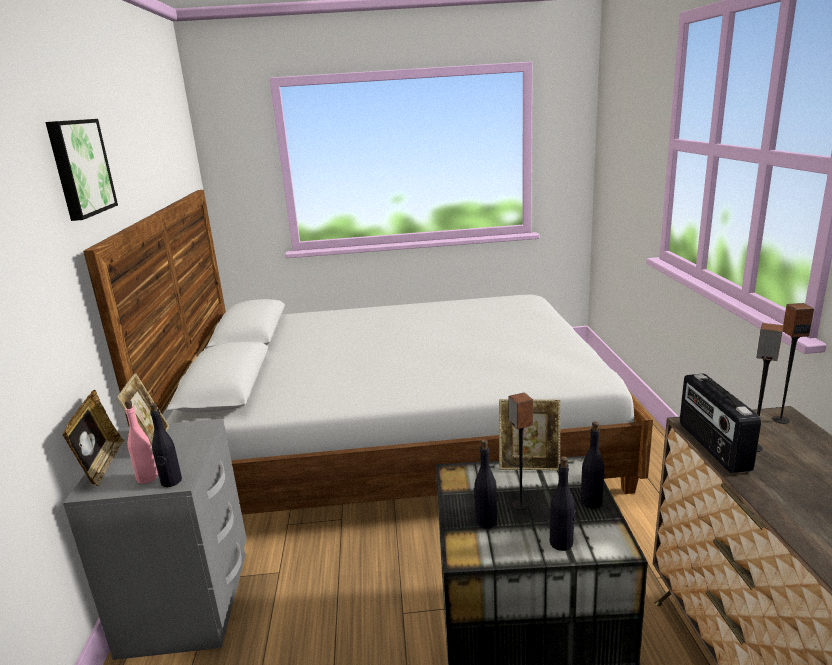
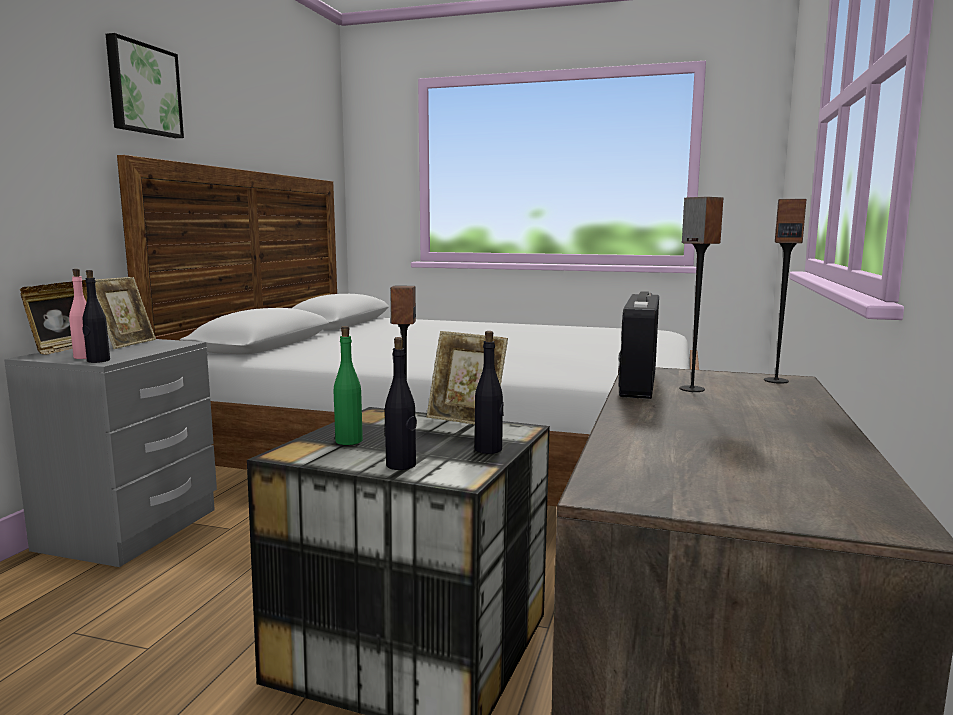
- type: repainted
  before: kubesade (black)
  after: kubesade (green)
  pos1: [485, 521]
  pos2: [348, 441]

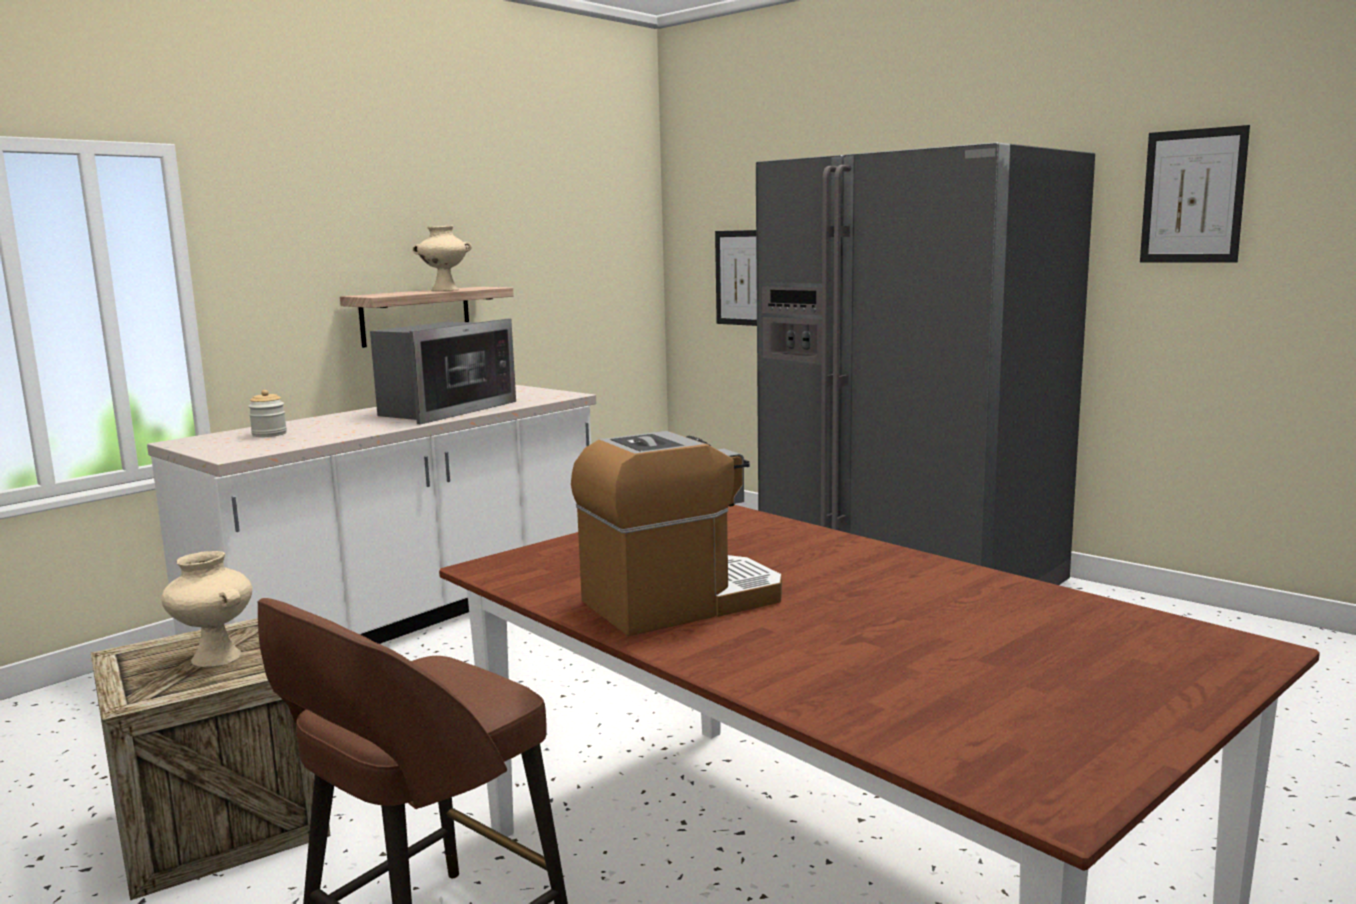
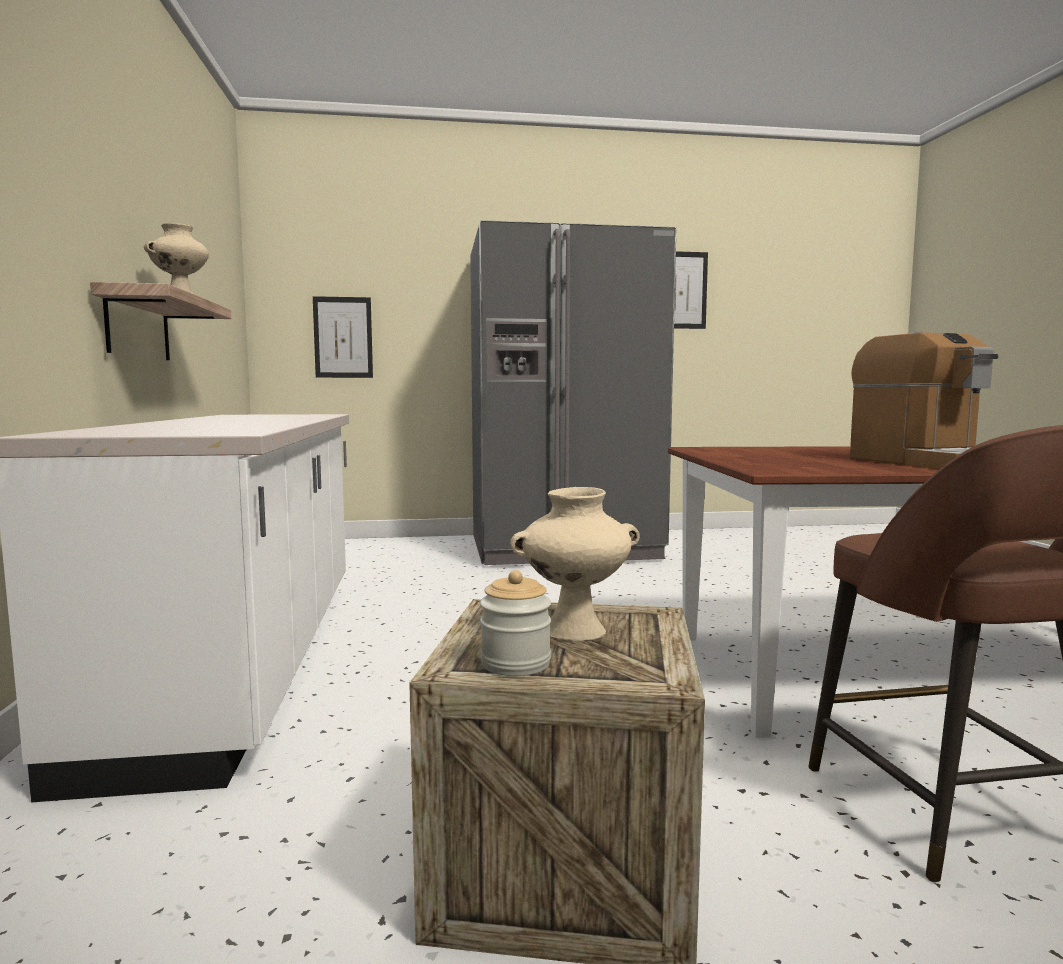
- type: gone
  before: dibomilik
  pos1: [444, 410]
- type: shifted
  before: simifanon
  pos1: [269, 434]
  pos2: [515, 663]
- type: rotated
  before: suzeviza
  pos1: [681, 602]
  pos2: [930, 462]
  turn: 150

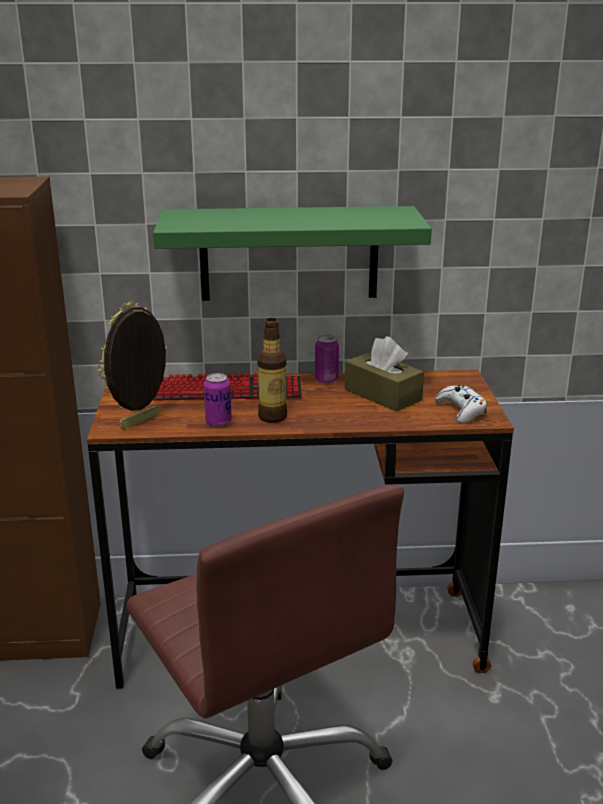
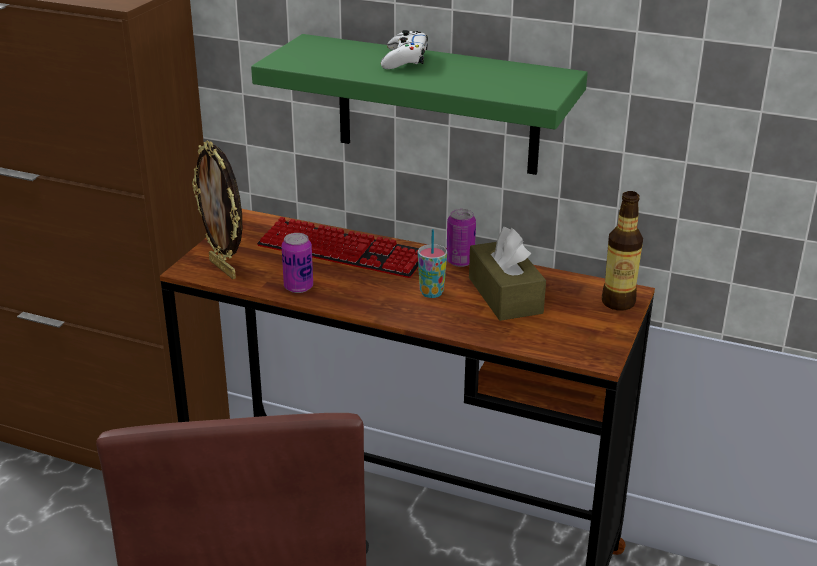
- type: rotated
  before: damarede
  pos1: [141, 422]
  pos2: [224, 268]
  turn: -105
- type: shifted
  before: kubesade
  pos1: [272, 417]
  pos2: [618, 302]
- type: shifted
  before: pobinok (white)
  pos1: [461, 410]
  pos2: [405, 59]
- type: new
  after: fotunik
  pos2: [431, 293]

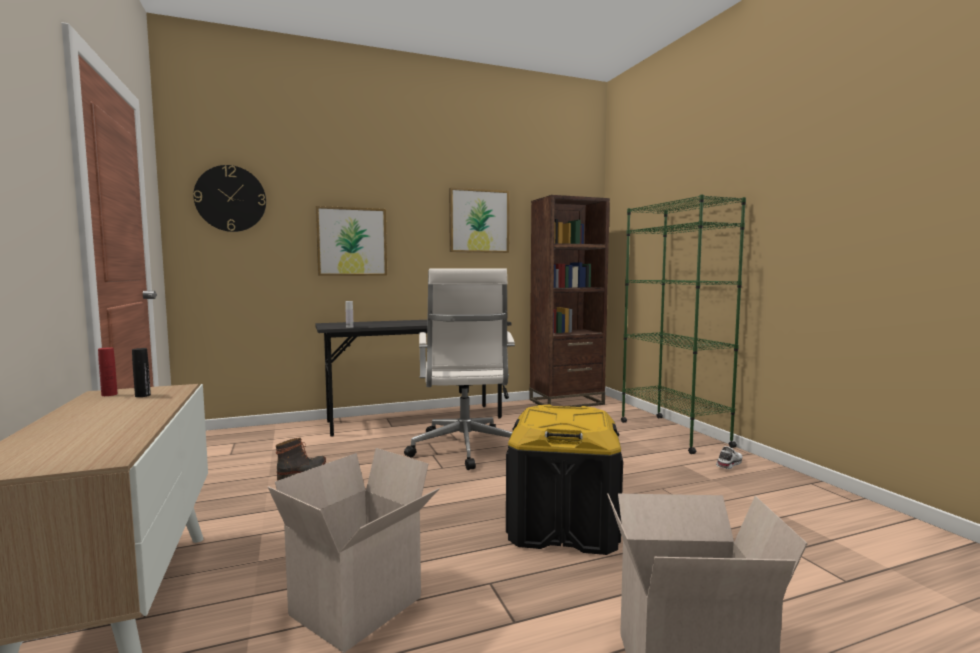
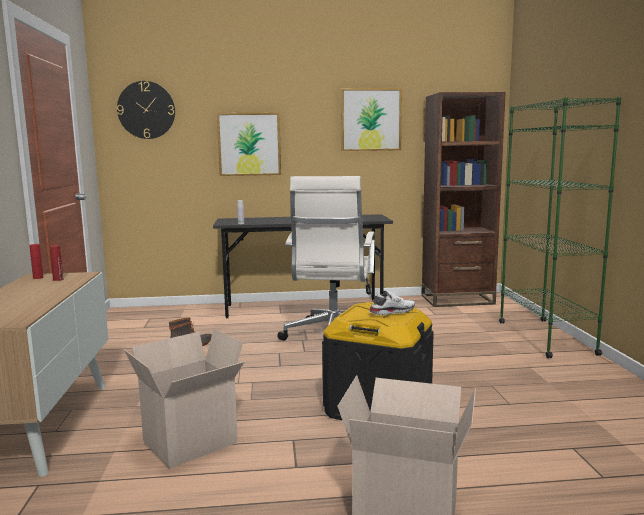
- type: repainted
  before: kubesade (black)
  after: kubesade (red)
  pos1: [142, 395]
  pos2: [58, 279]
- type: shifted
  before: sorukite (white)
  pos1: [728, 464]
  pos2: [391, 312]

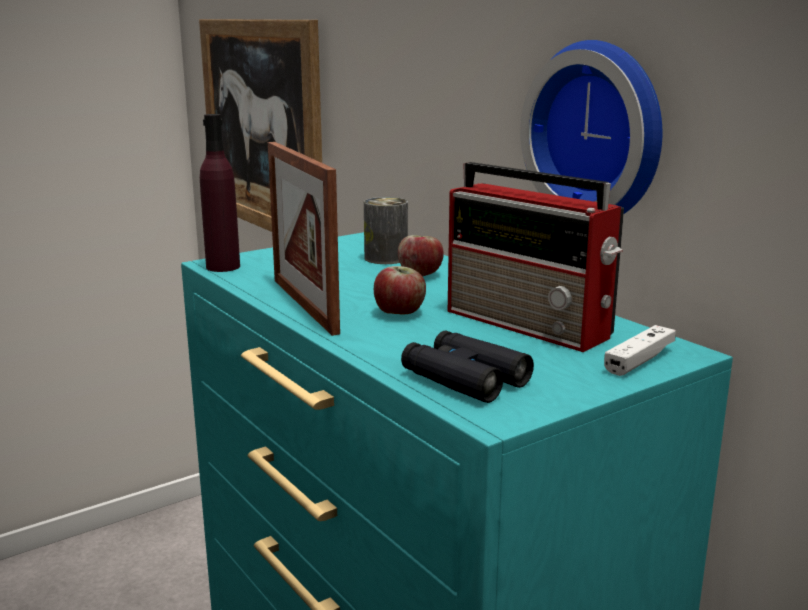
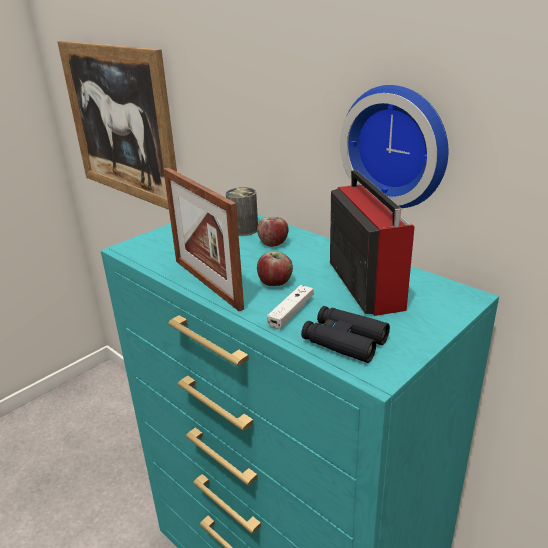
- type: gone
  before: kubesade (purple)
  pos1: [223, 267]
- type: rotated
  before: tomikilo
  pos1: [530, 324]
  pos2: [365, 283]
  turn: -135
- type: shifted
  before: pobinok (white)
  pos1: [639, 360]
  pos2: [291, 312]

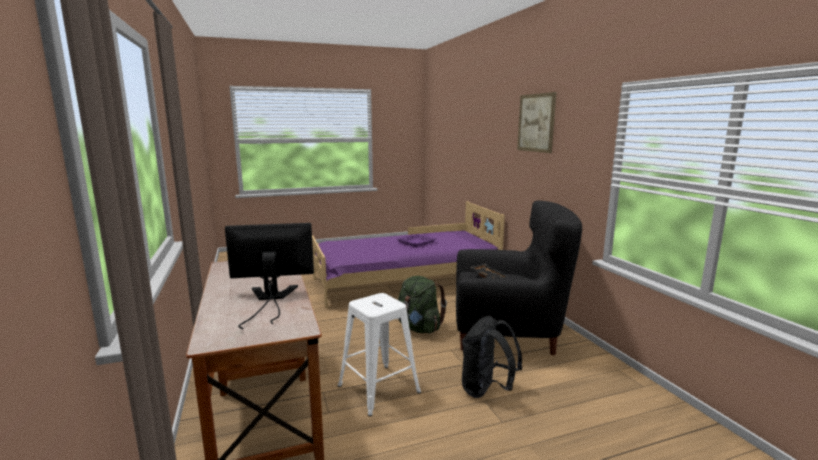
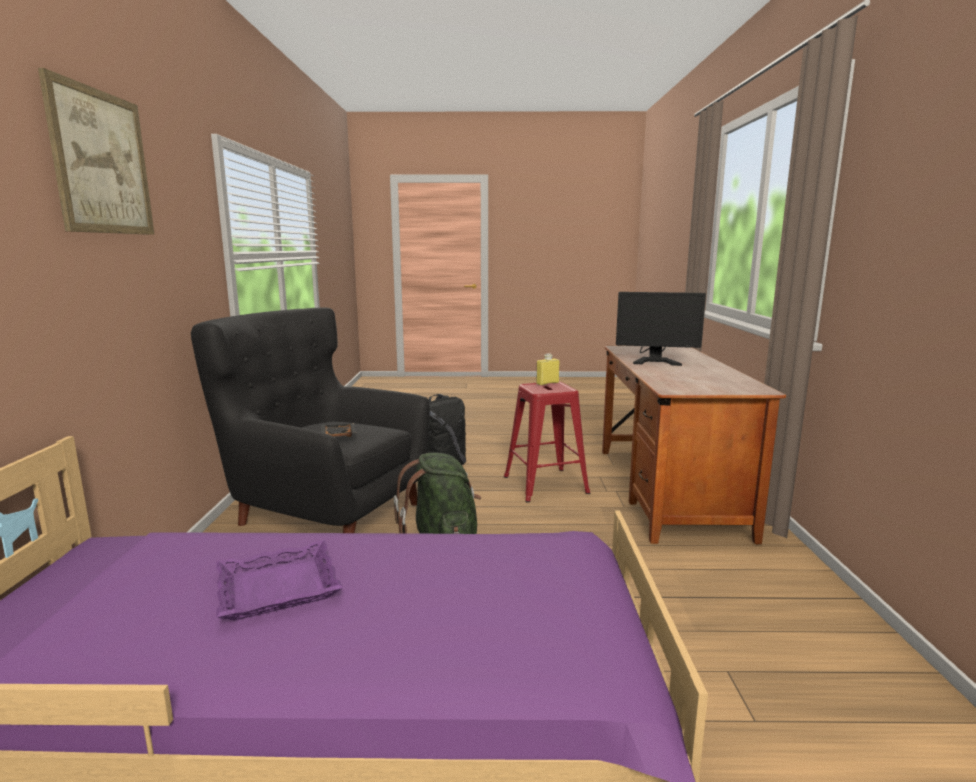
- type: repainted
  before: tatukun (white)
  after: tatukun (red)
  pos1: [380, 389]
  pos2: [544, 484]
- type: new
  after: kubesade (yellow)
  pos2: [547, 383]

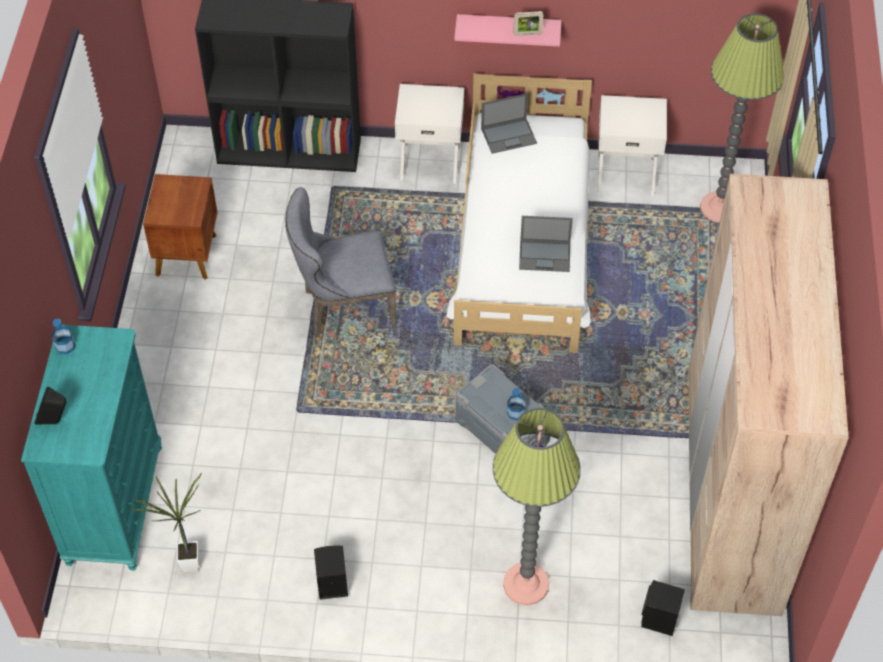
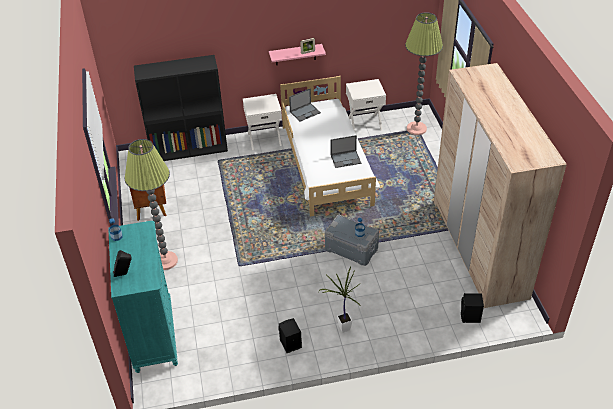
- type: gone
  before: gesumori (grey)
  pos1: [343, 307]
- type: shifted
  before: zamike
  pos1: [526, 584]
  pos2: [165, 261]
- type: shifted
  before: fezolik
  pos1: [187, 563]
  pos2: [341, 328]

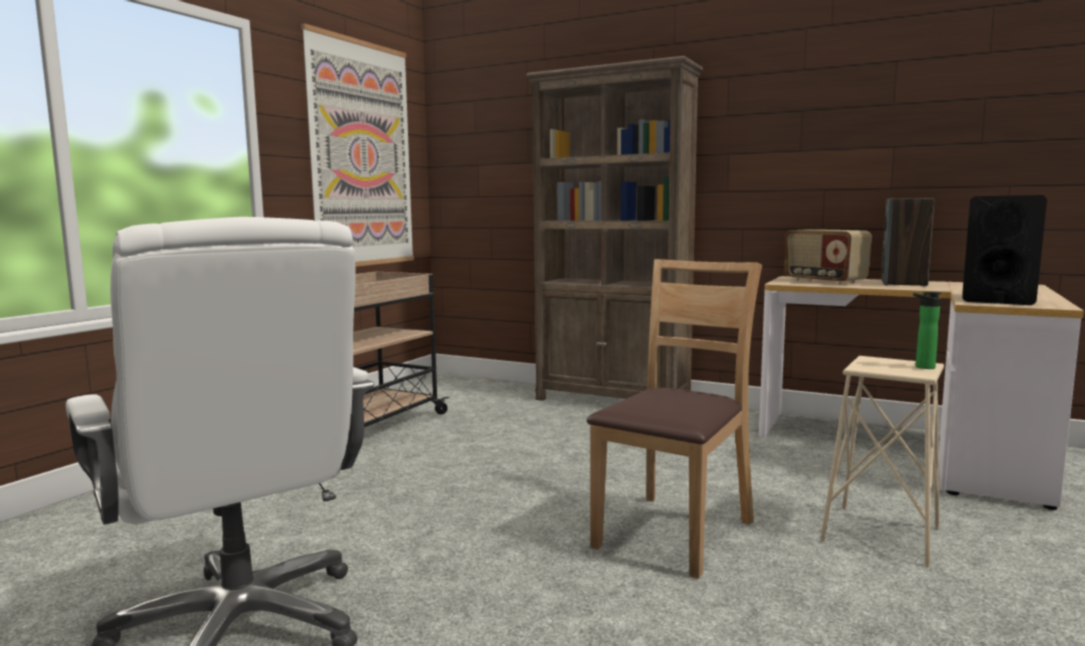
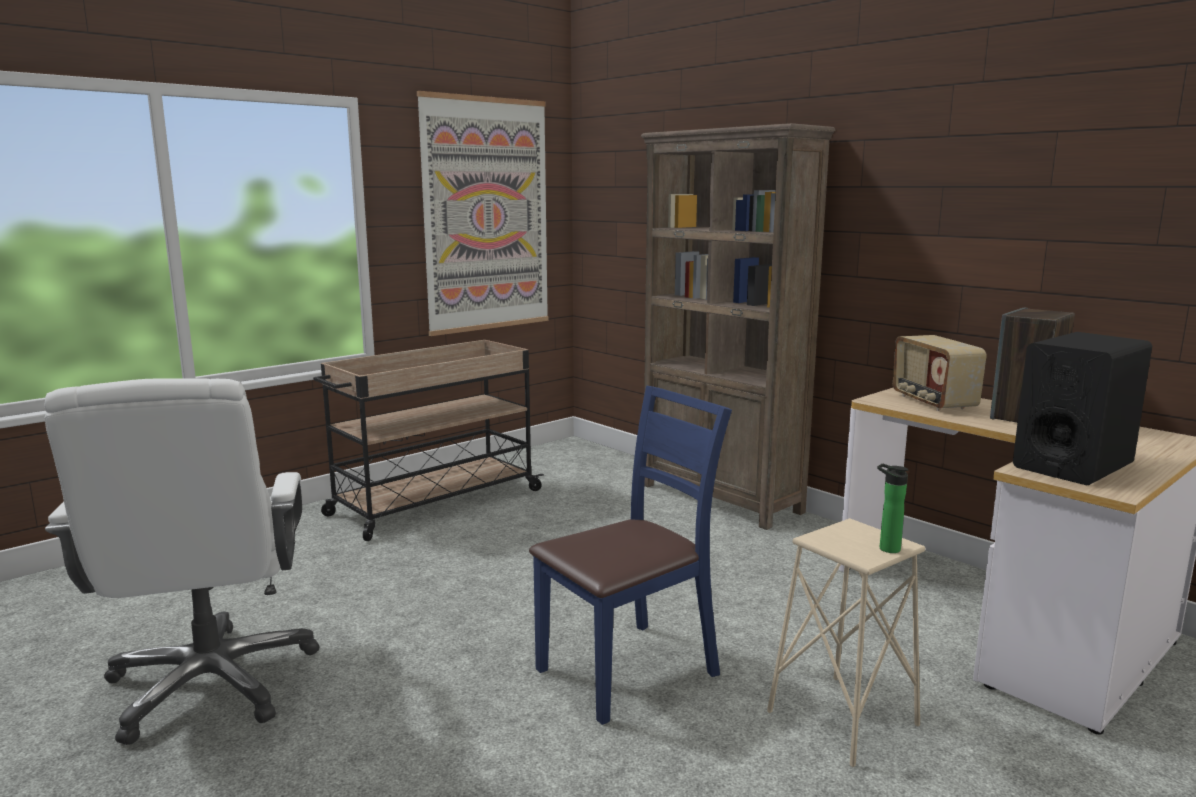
- type: repainted
  before: gesumori (brown)
  after: gesumori (blue)
  pos1: [674, 532]
  pos2: [628, 670]

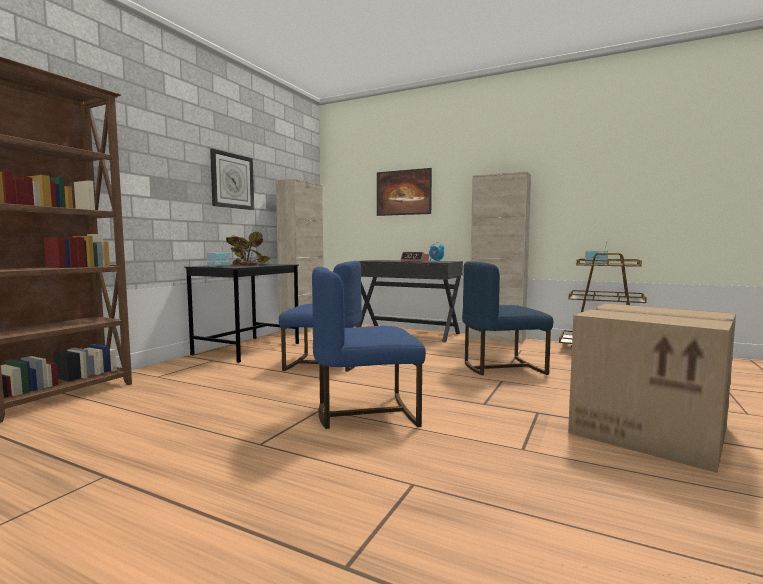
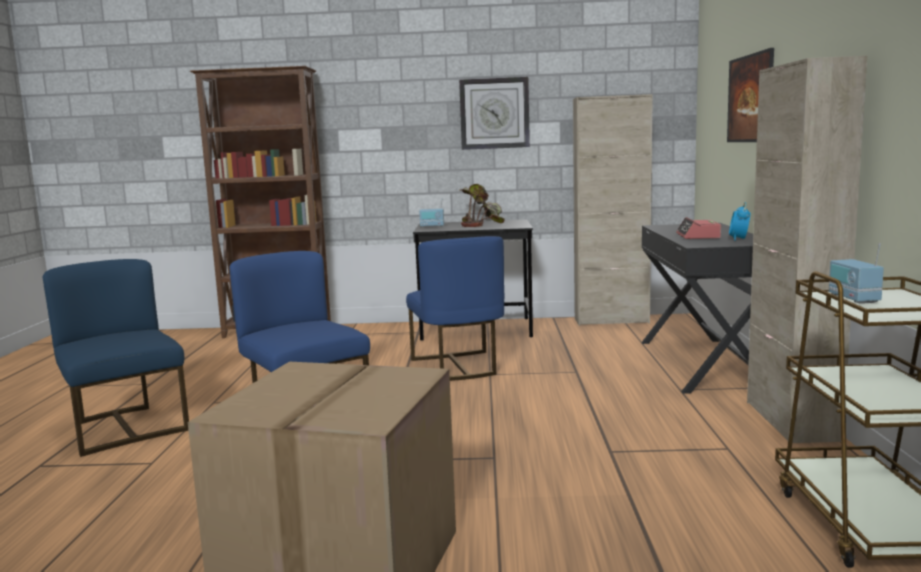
- type: shifted
  before: gesumori (blue)
  pos1: [501, 367]
  pos2: [126, 428]

